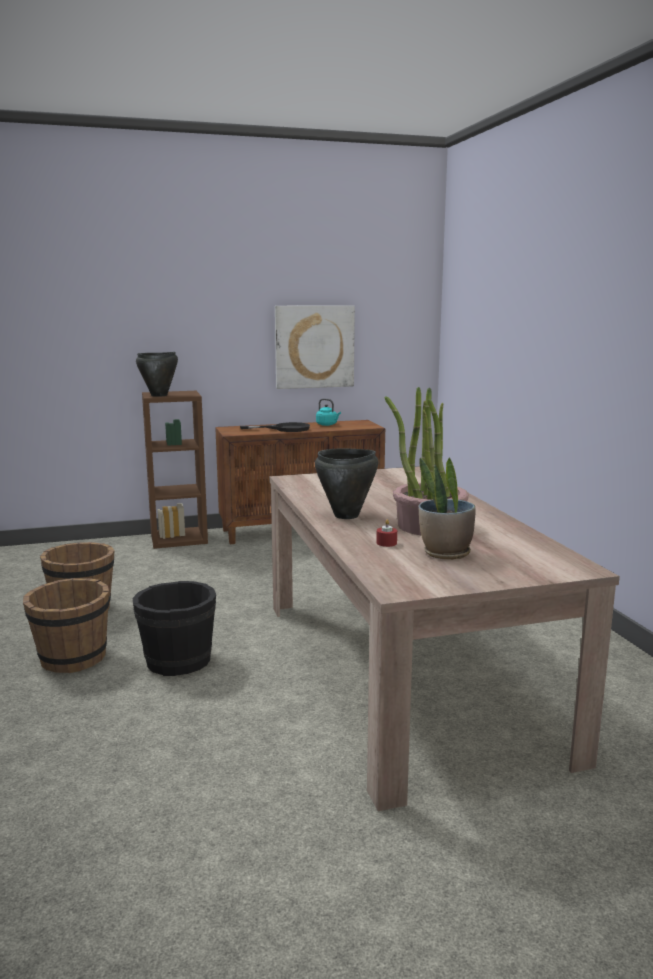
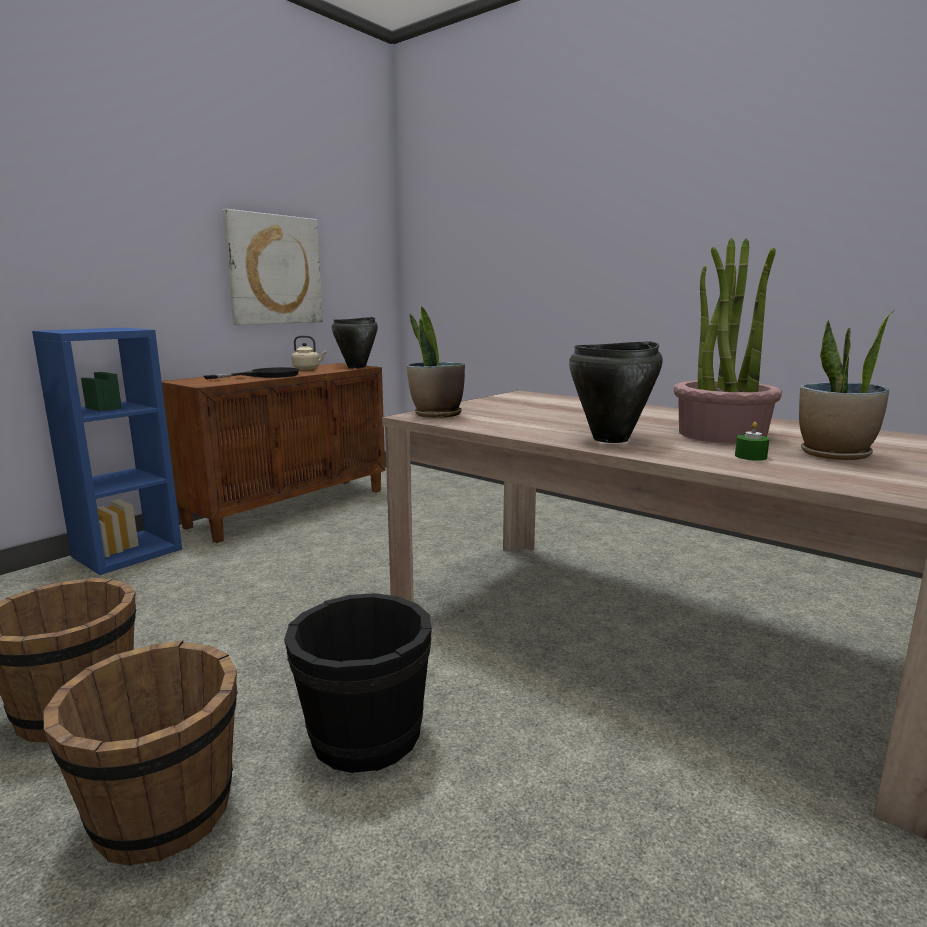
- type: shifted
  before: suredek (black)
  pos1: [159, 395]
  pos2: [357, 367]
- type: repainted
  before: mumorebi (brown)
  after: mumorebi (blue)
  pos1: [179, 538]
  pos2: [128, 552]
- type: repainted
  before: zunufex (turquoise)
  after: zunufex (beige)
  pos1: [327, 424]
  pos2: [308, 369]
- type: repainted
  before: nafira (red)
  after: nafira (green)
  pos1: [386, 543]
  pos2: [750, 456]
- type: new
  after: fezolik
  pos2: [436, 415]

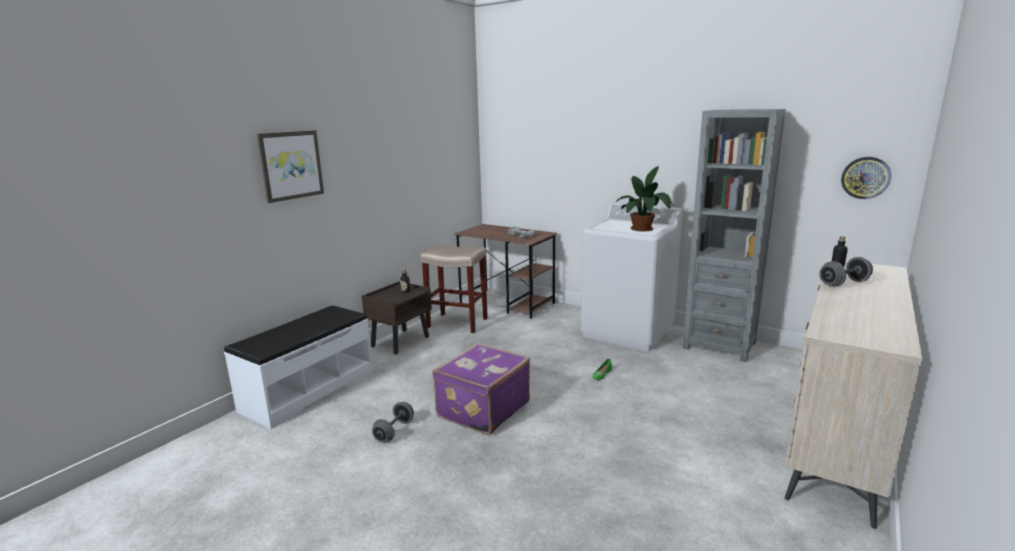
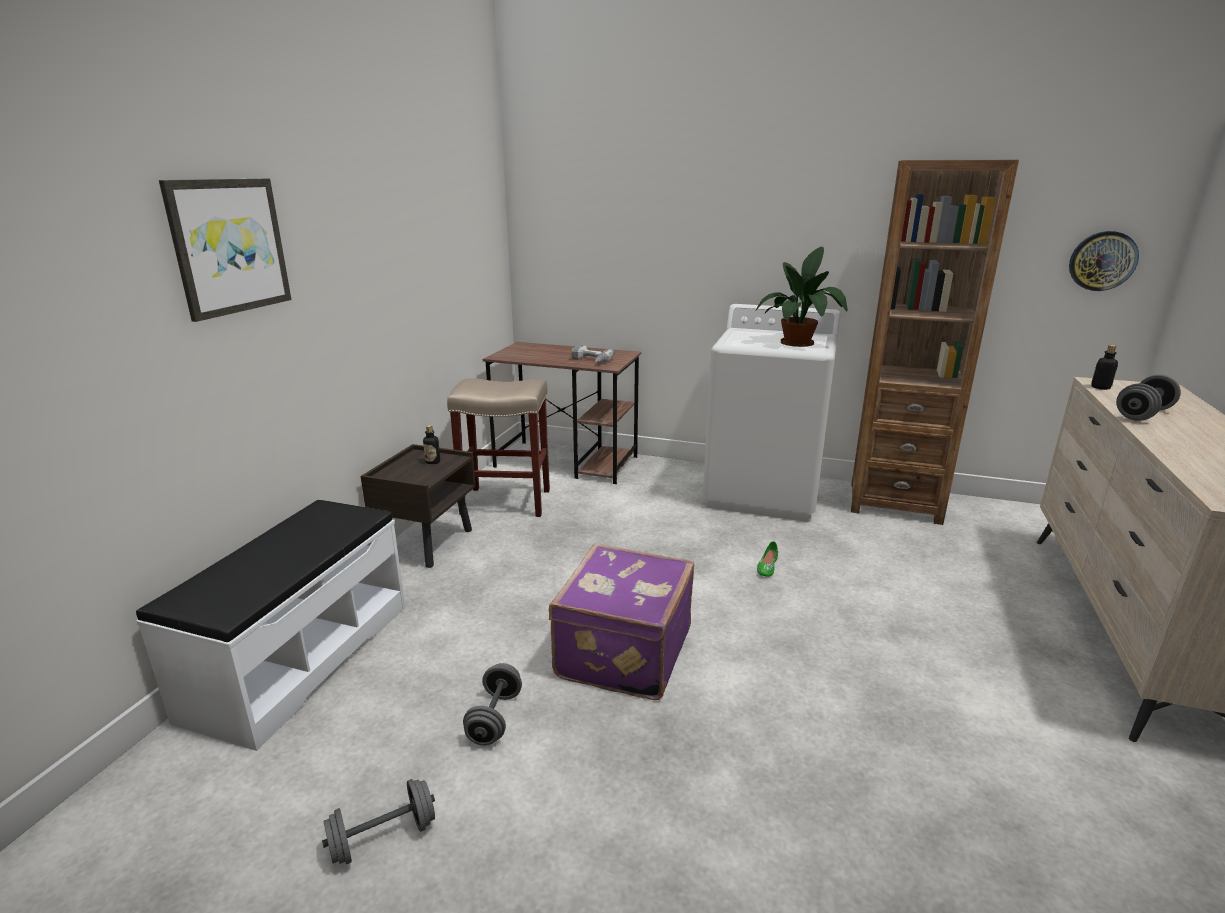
- type: repainted
  before: mumorebi (grey)
  after: mumorebi (brown)
  pos1: [719, 345]
  pos2: [894, 503]
- type: new
  after: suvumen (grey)
  pos2: [383, 838]

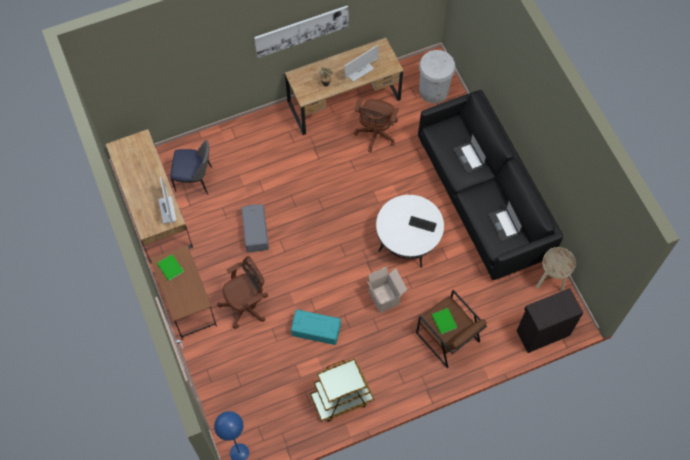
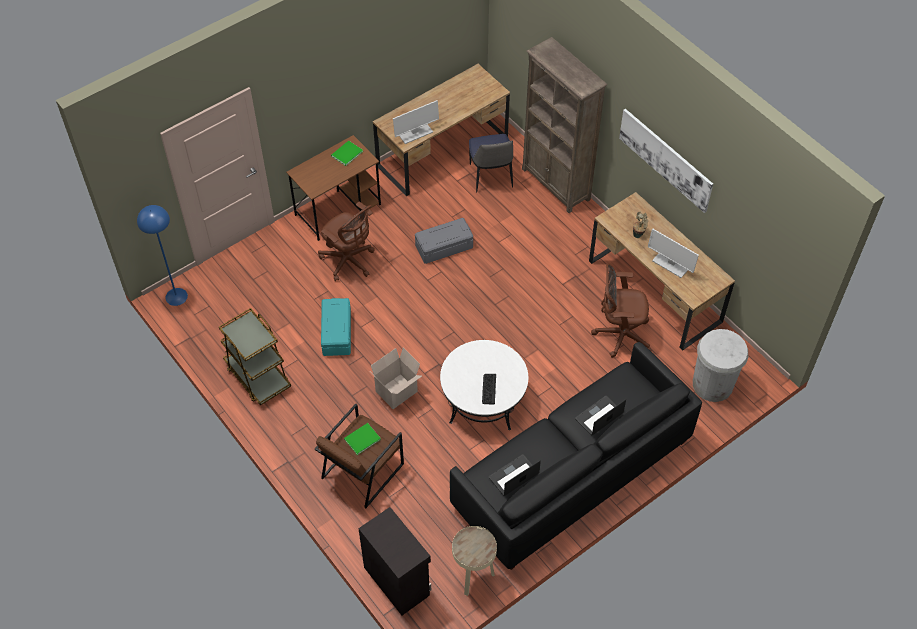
- type: new
  after: mumorebi (brown)
  pos2: [556, 184]

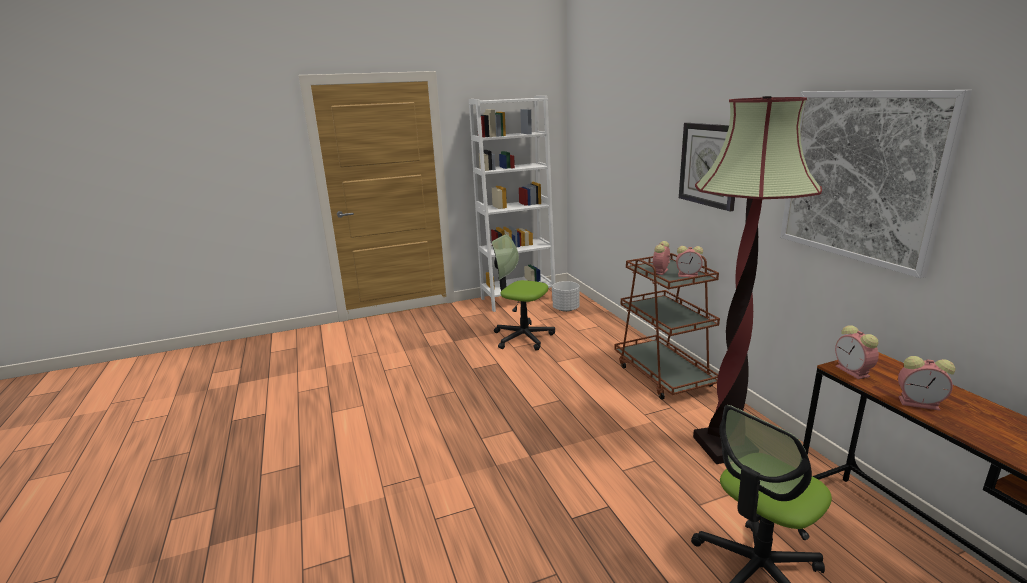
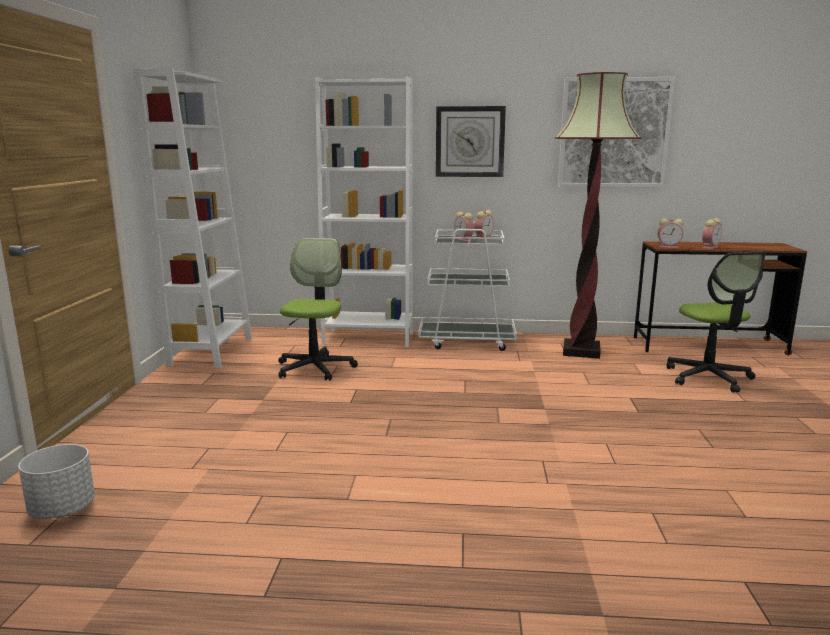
- type: rotated
  before: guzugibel
  pos1: [523, 337]
  pos2: [315, 368]
  turn: 135
- type: repainted
  before: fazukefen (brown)
  after: fazukefen (white)
  pos1: [663, 375]
  pos2: [467, 341]
- type: shifted
  before: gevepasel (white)
  pos1: [566, 309]
  pos2: [62, 509]
- type: new
  after: mumorebi (white)
  pos2: [368, 338]

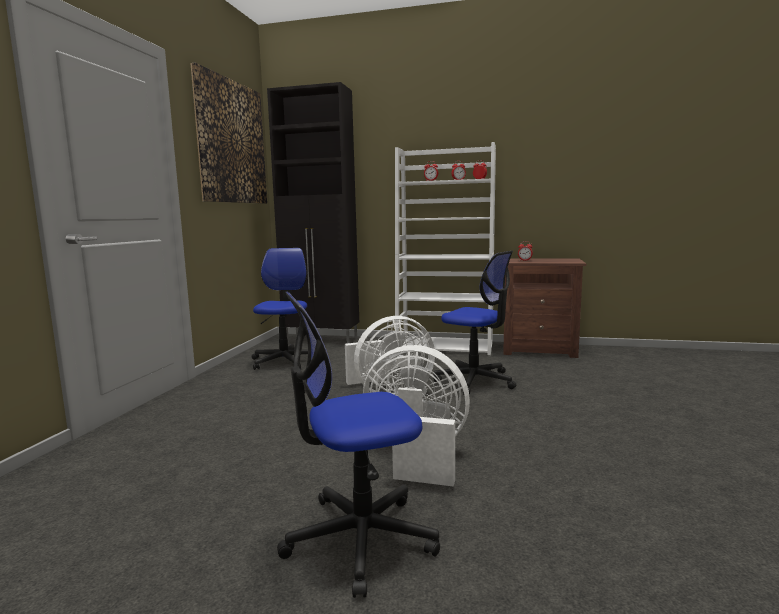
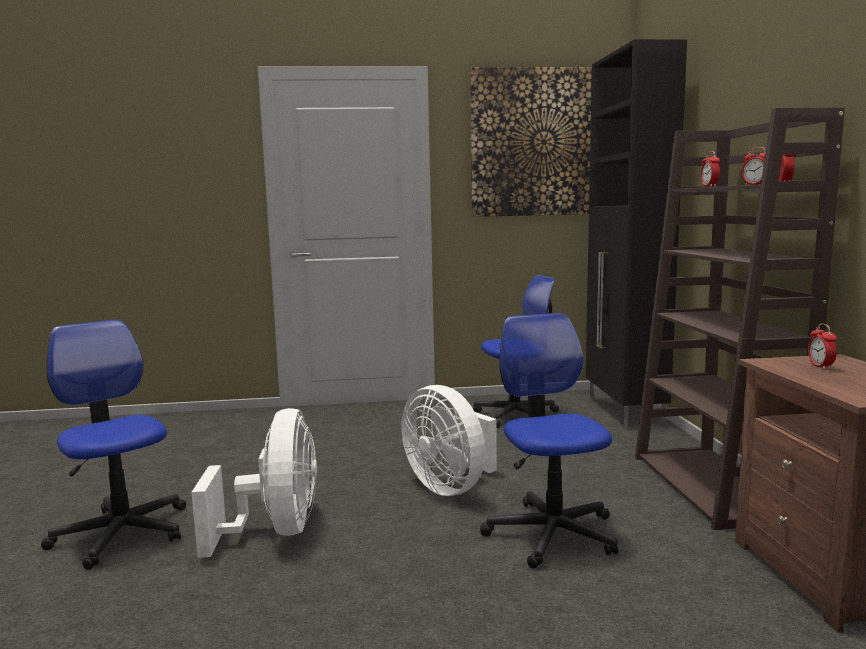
- type: repainted
  before: mumorebi (white)
  after: mumorebi (brown)
  pos1: [446, 346]
  pos2: [714, 487]
- type: rotated
  before: guzugibel
  pos1: [475, 381]
  pos2: [552, 533]
  turn: 150

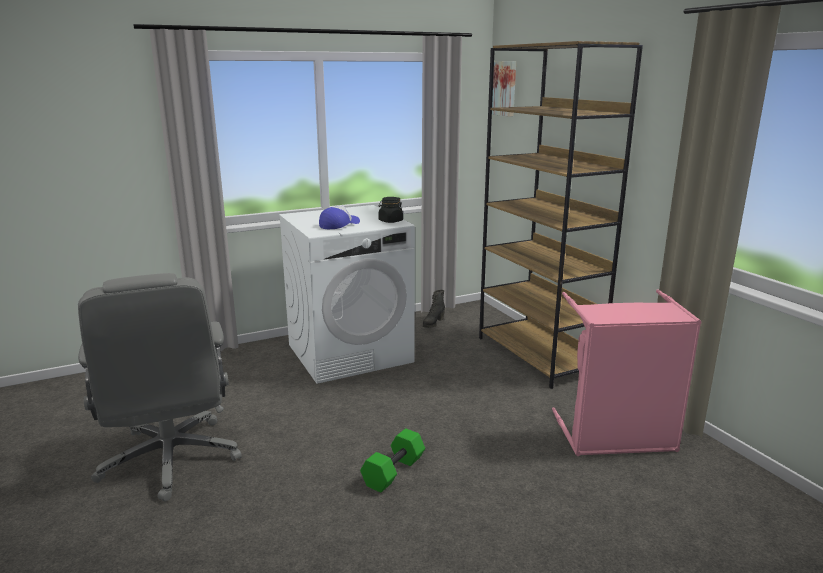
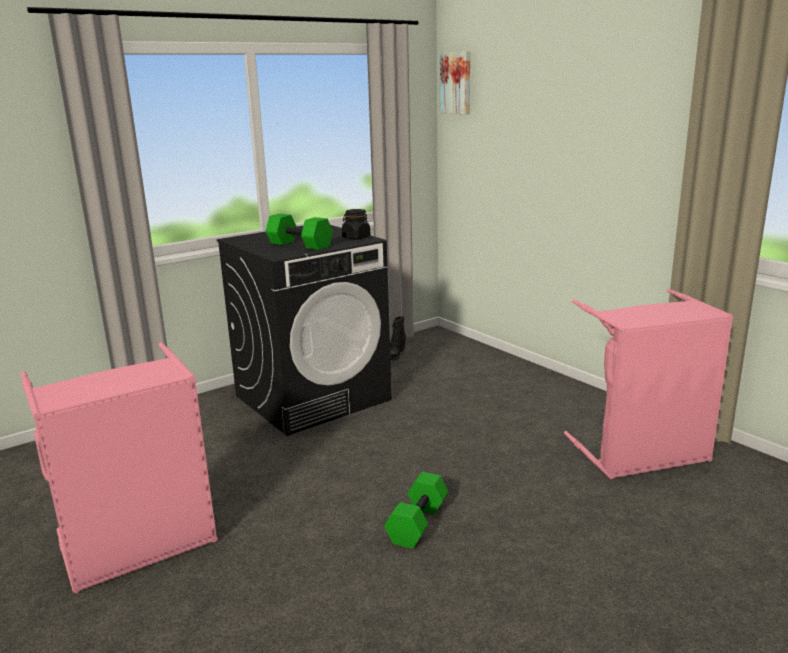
- type: gone
  before: mumorebi (brown)
  pos1: [538, 355]
- type: repainted
  before: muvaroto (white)
  after: muvaroto (black)
  pos1: [350, 353]
  pos2: [313, 397]
- type: swapped
  before: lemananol
  after: suvumen (green)
  pos1: [339, 225]
  pos2: [298, 245]
- type: swapped
  before: guzugibel (grey)
  after: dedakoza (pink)
  pos1: [171, 460]
  pos2: [139, 546]

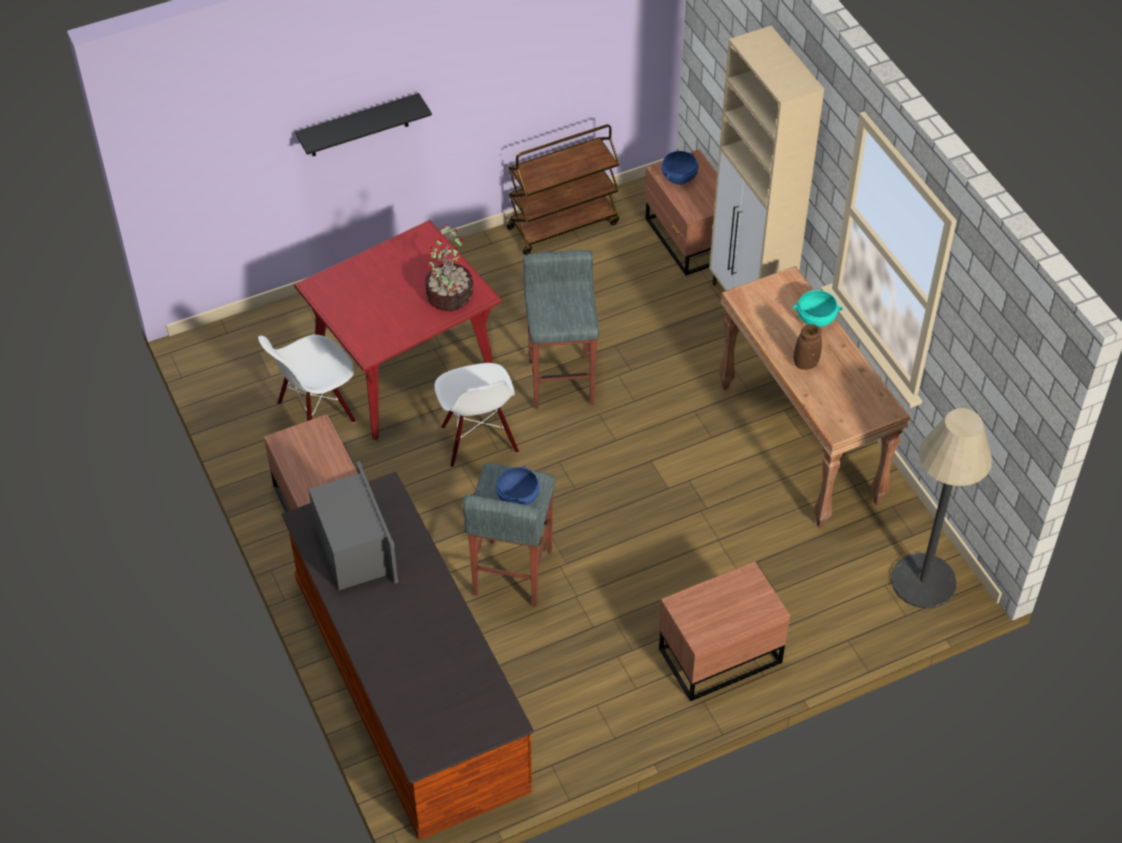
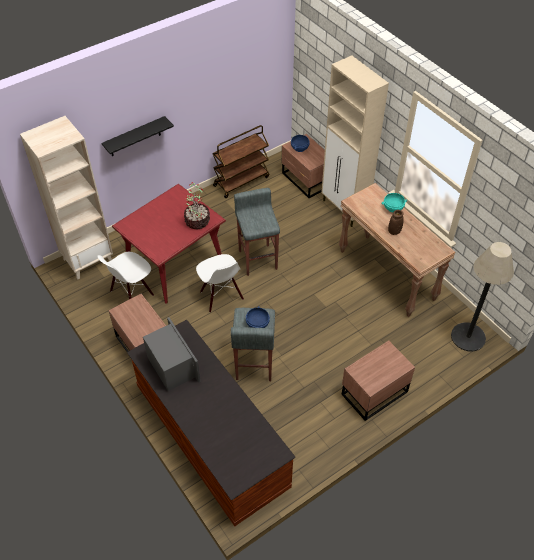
- type: new
  after: mumorebi (beige)
  pos2: [88, 260]

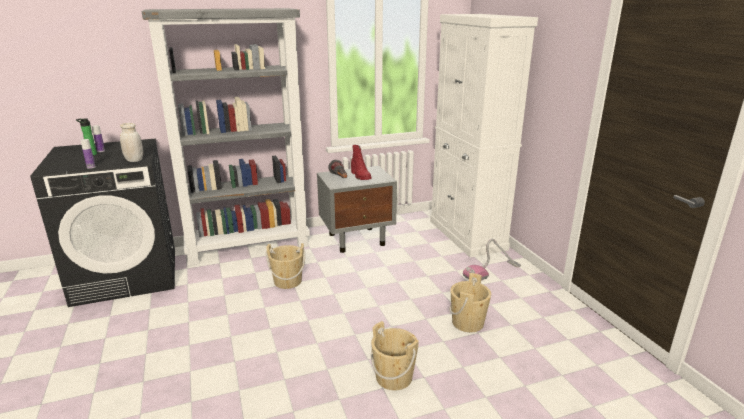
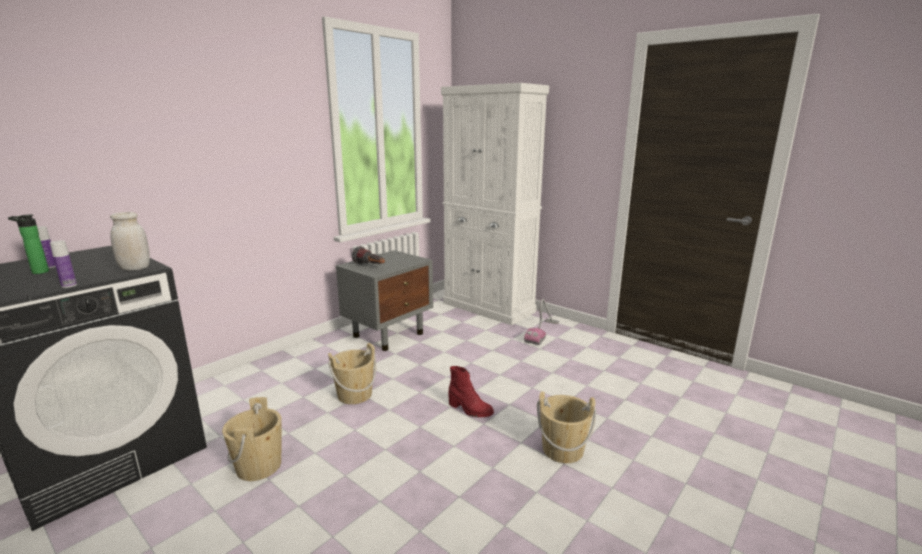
- type: gone
  before: mumorebi (grey)
  pos1: [249, 246]
- type: shifted
  before: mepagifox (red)
  pos1: [360, 176]
  pos2: [470, 410]
- type: shifted
  before: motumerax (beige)
  pos1: [467, 323]
  pos2: [259, 466]

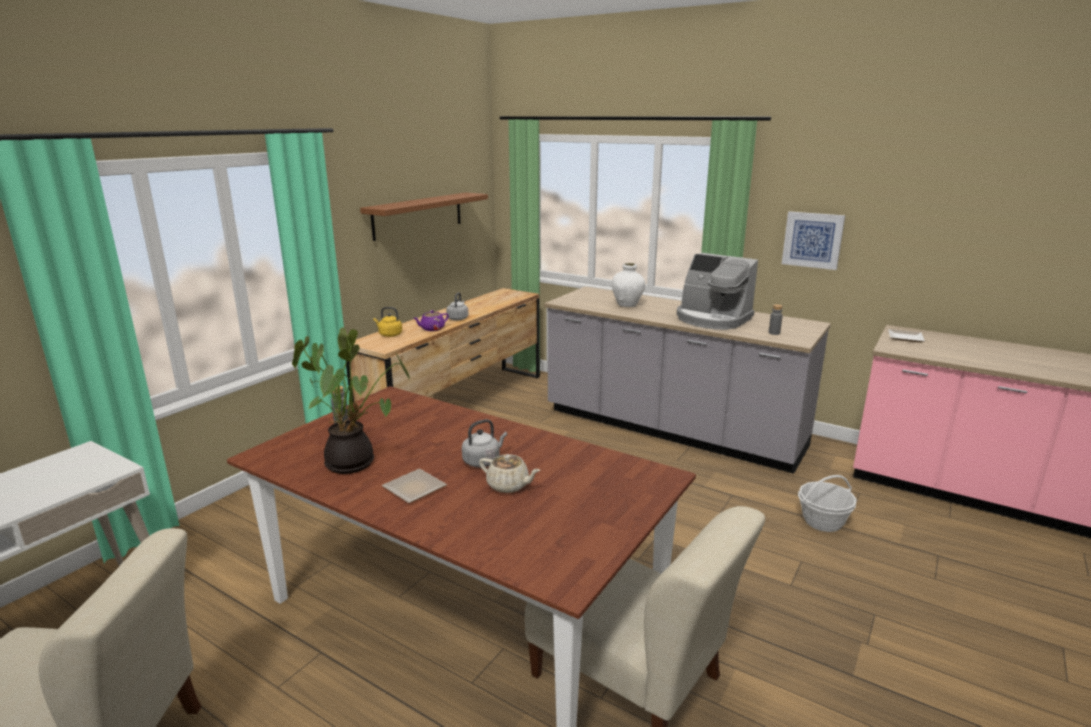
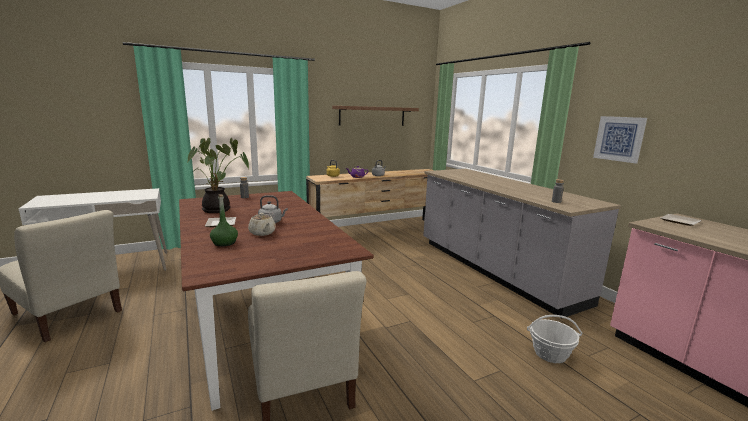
- type: gone
  before: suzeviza
  pos1: [712, 319]
- type: gone
  before: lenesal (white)
  pos1: [627, 305]
- type: new
  after: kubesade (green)
  pos2: [224, 243]

